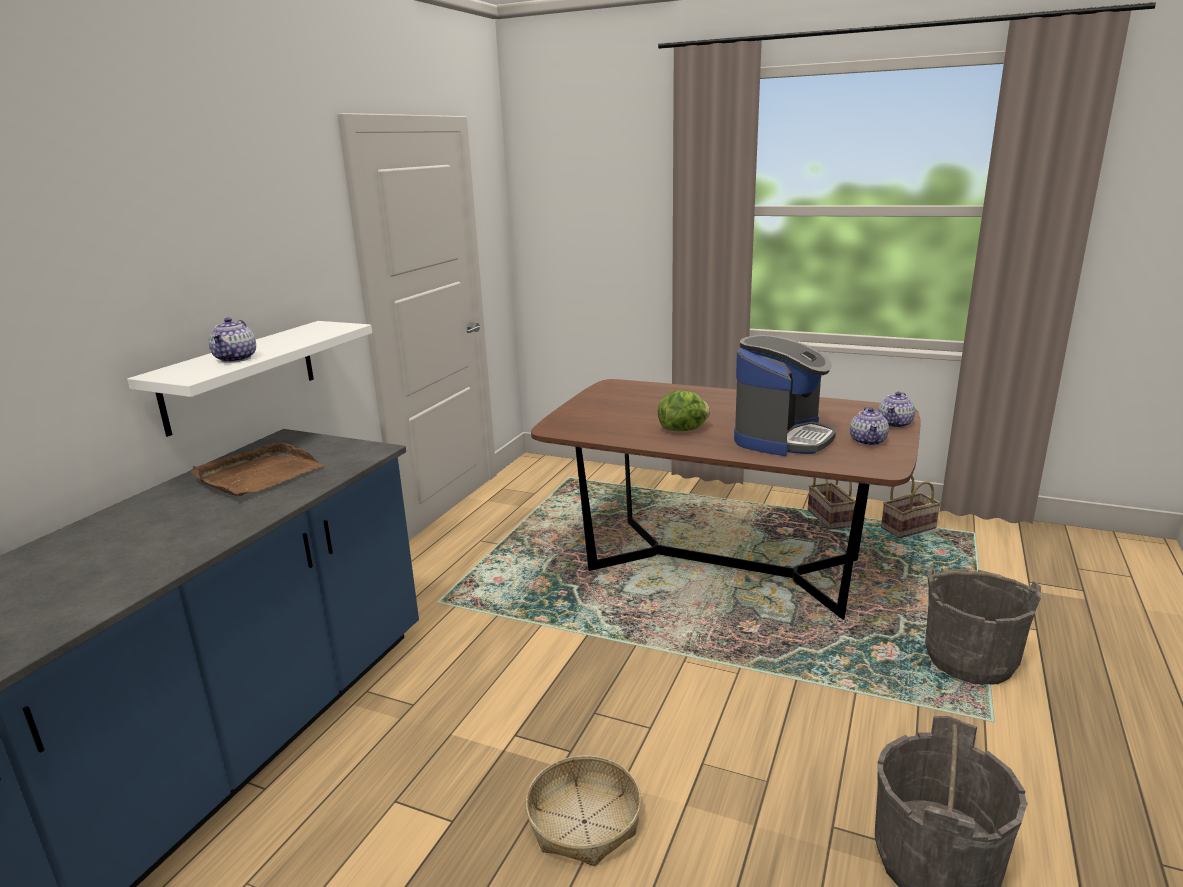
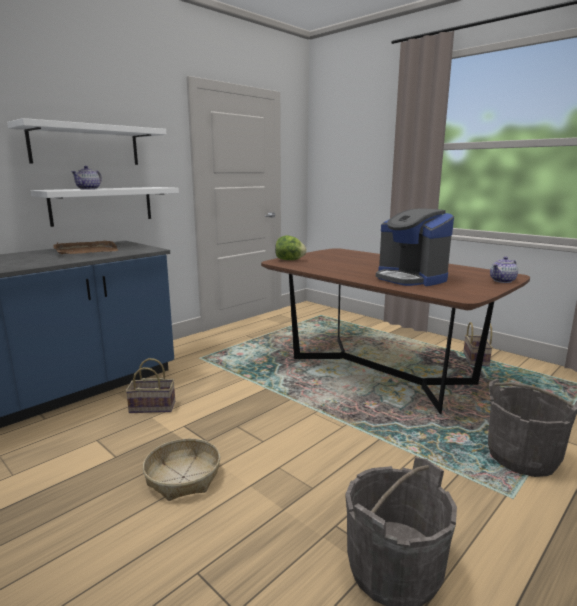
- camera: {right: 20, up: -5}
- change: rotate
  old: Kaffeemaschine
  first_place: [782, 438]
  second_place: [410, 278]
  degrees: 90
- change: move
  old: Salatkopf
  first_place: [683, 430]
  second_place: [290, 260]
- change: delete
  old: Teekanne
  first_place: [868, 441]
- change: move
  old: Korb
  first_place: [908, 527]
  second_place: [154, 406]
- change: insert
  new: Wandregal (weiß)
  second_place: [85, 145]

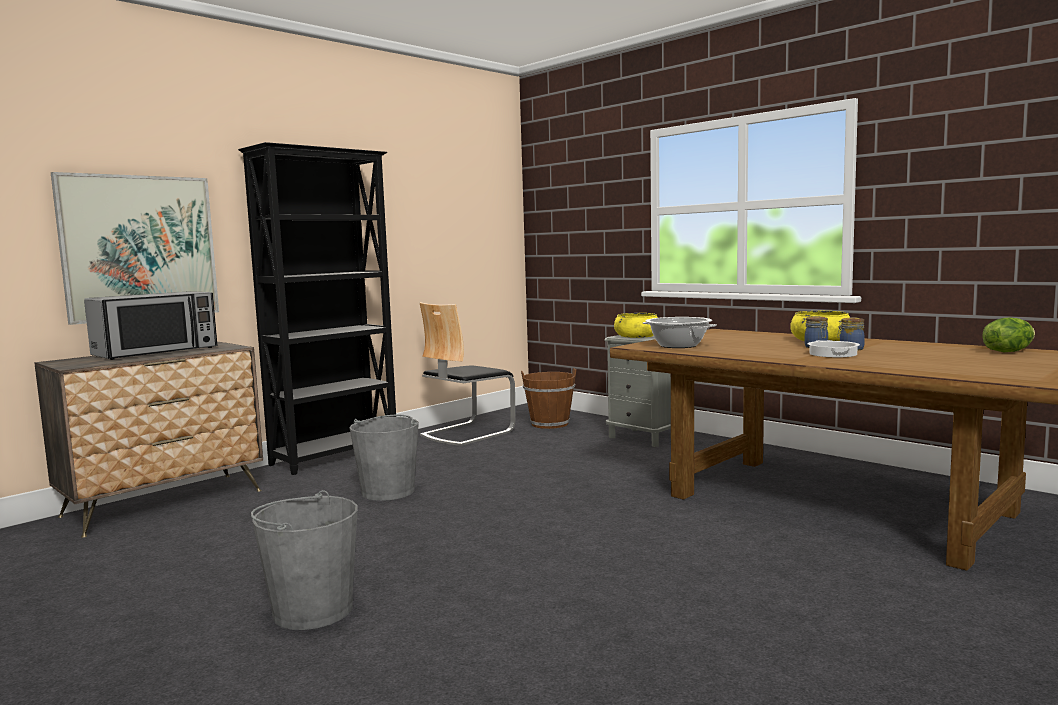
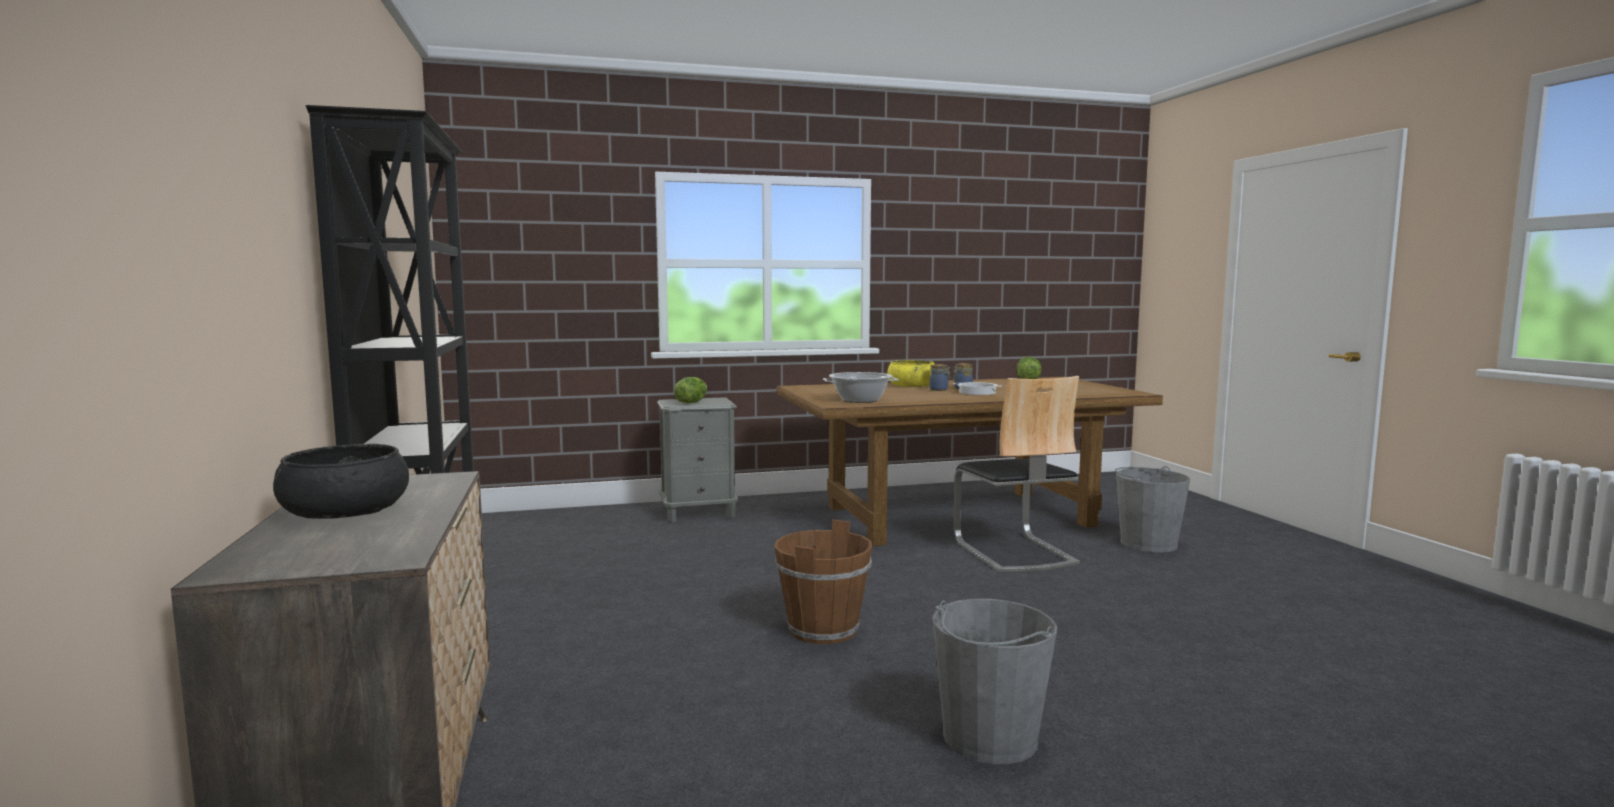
- camera: {right: -60, up: 0}
- change: delete
  old: Bild
  first_place: [140, 247]
- change: replace
  old: Mikrowelle
  new: Schüssel (schwarz)
  first_place: [157, 351]
  second_place: [346, 510]
- change: move
  old: Stuhl
  first_place: [466, 433]
  second_place: [1013, 552]
- change: replace
  old: Schüssel (gelb)
  new: Salatkopf
  first_place: [637, 336]
  second_place: [691, 402]
- change: move
  old: Eimer (braun)
  first_place: [550, 424]
  second_place: [822, 629]
- change: move
  old: Eimer (grau)
  first_place: [388, 491]
  second_place: [1148, 543]

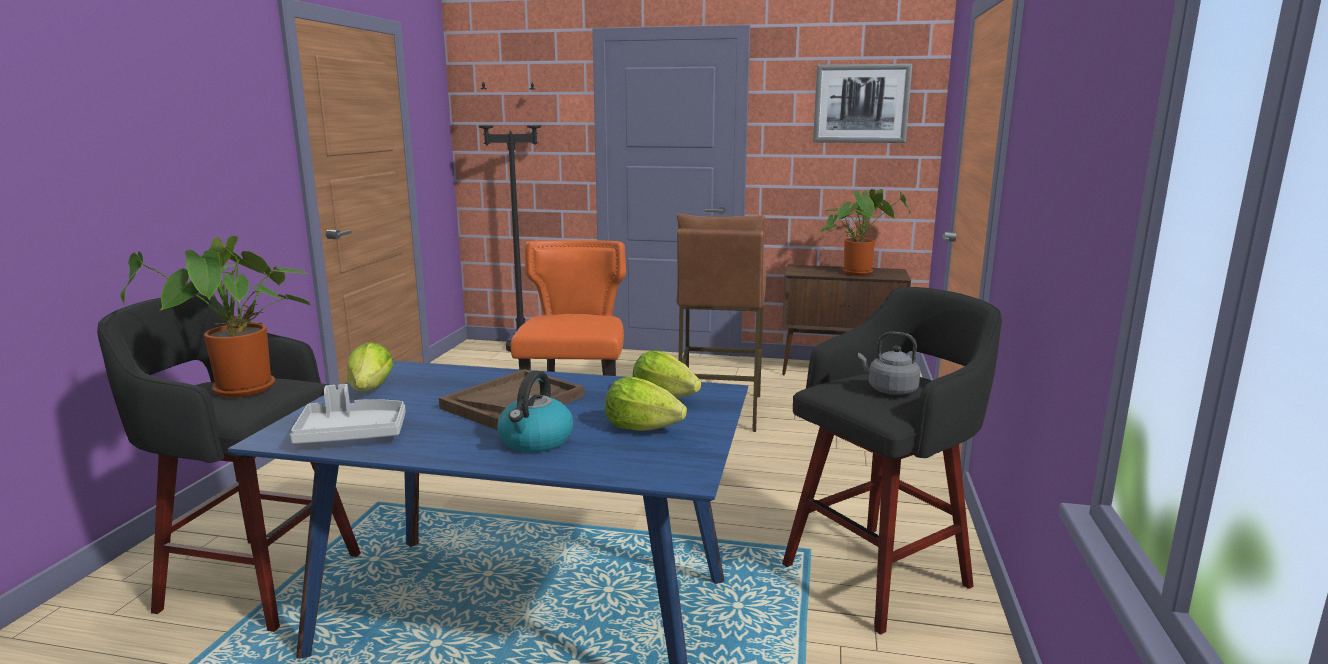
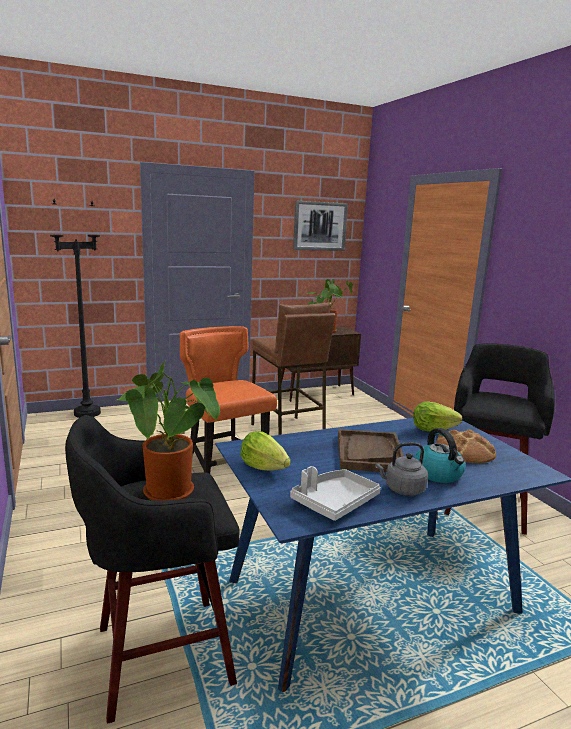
- camera: {right: -35, up: 0}
- change: move
  old: Wasserkessel (grau)
  first_place: [889, 390]
  second_place: [402, 489]
- change: replace
  old: Salatkopf
  new: Brot
  first_place: [642, 428]
  second_place: [464, 451]

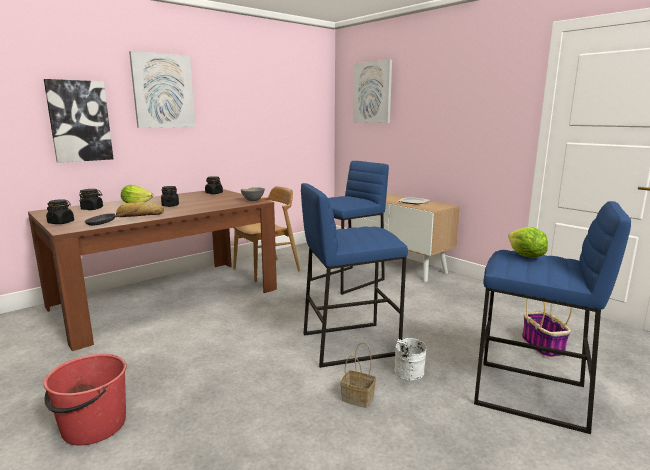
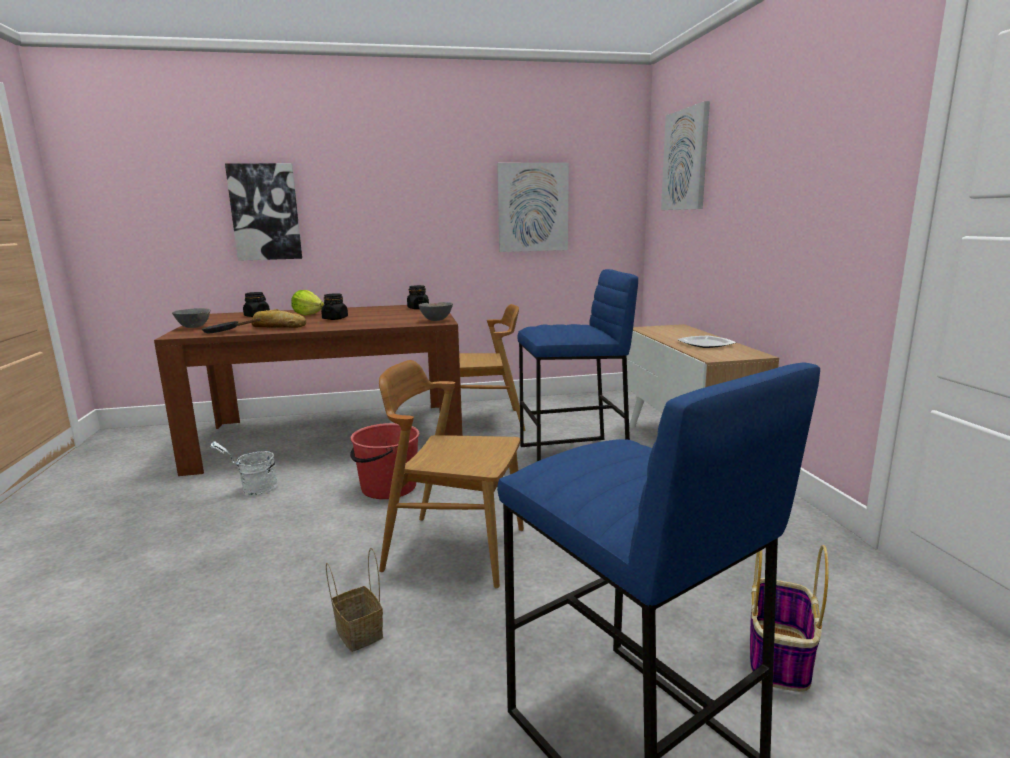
- camera: {right: 30, up: 0}
- change: move
  old: Bild
  first_place: [163, 91]
  second_place: [532, 207]
- change: replace
  old: Hocker (blau)
  new: Stuhl (braun)
  first_place: [350, 343]
  second_place: [455, 549]
- change: replace
  old: Vorratsglas (schwarz)
  new: Schüssel (grau)
  first_place: [61, 222]
  second_place: [194, 327]
- change: delete
  old: Salatkopf
  first_place: [525, 256]
- change: move
  old: Eimer (weiß)
  first_place: [407, 375]
  second_place: [253, 490]
- change: move
  old: Eimer (rot)
  first_place: [93, 426]
  second_place: [388, 488]

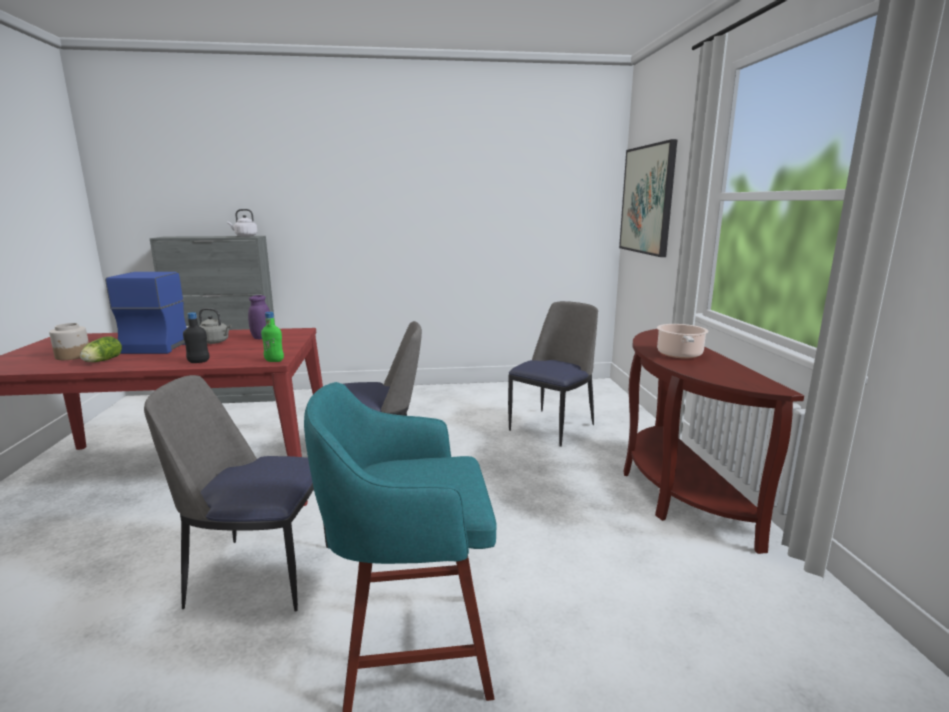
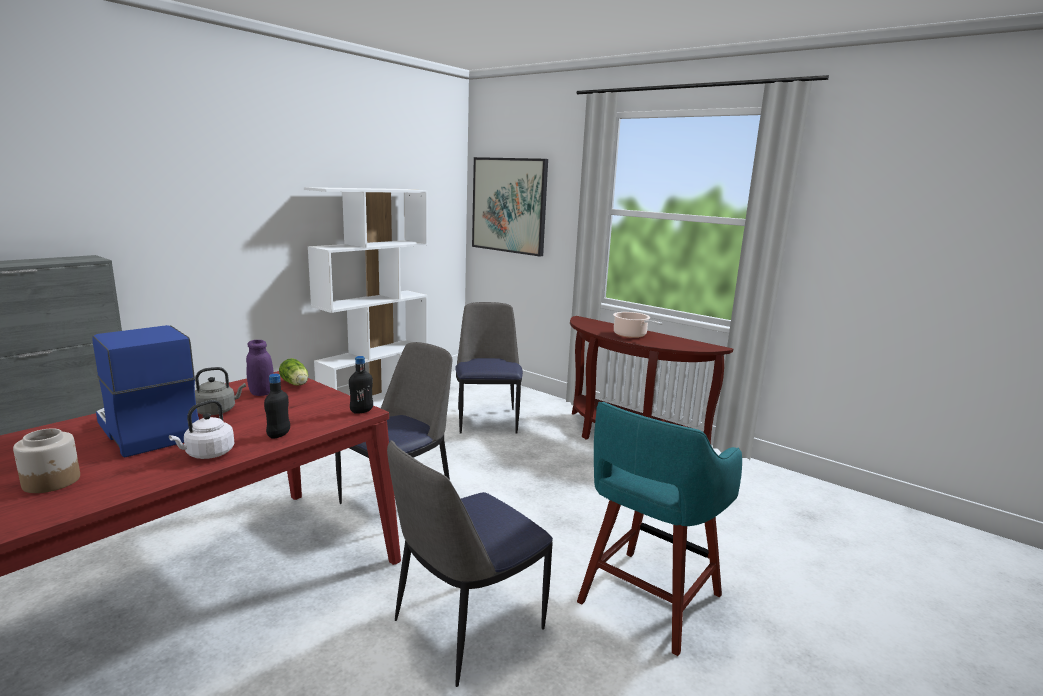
- camera: {right: -45, up: 0}
- change: move
  old: Wasserkessel (weiß)
  first_place: [245, 236]
  second_place: [207, 454]
- change: recolor
  old: Flasche (grün)
  new: Flasche (schwarz)
  first_place: [274, 361]
  second_place: [361, 411]
- change: move
  old: Salatkopf
  first_place: [101, 361]
  second_place: [296, 384]
- change: insert
  new: Bücherregal (weiß)
  second_place: [375, 402]

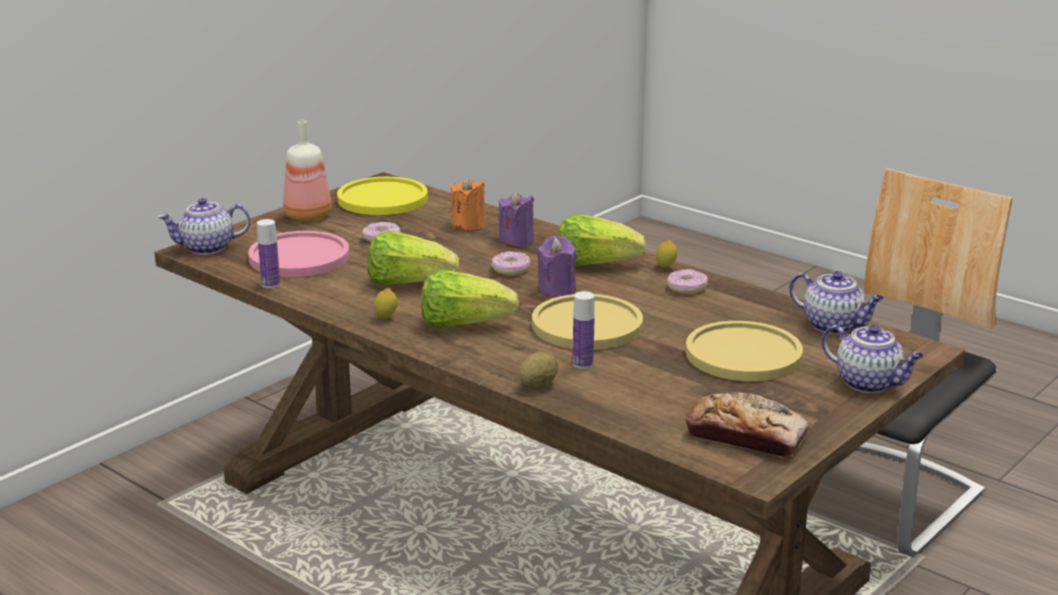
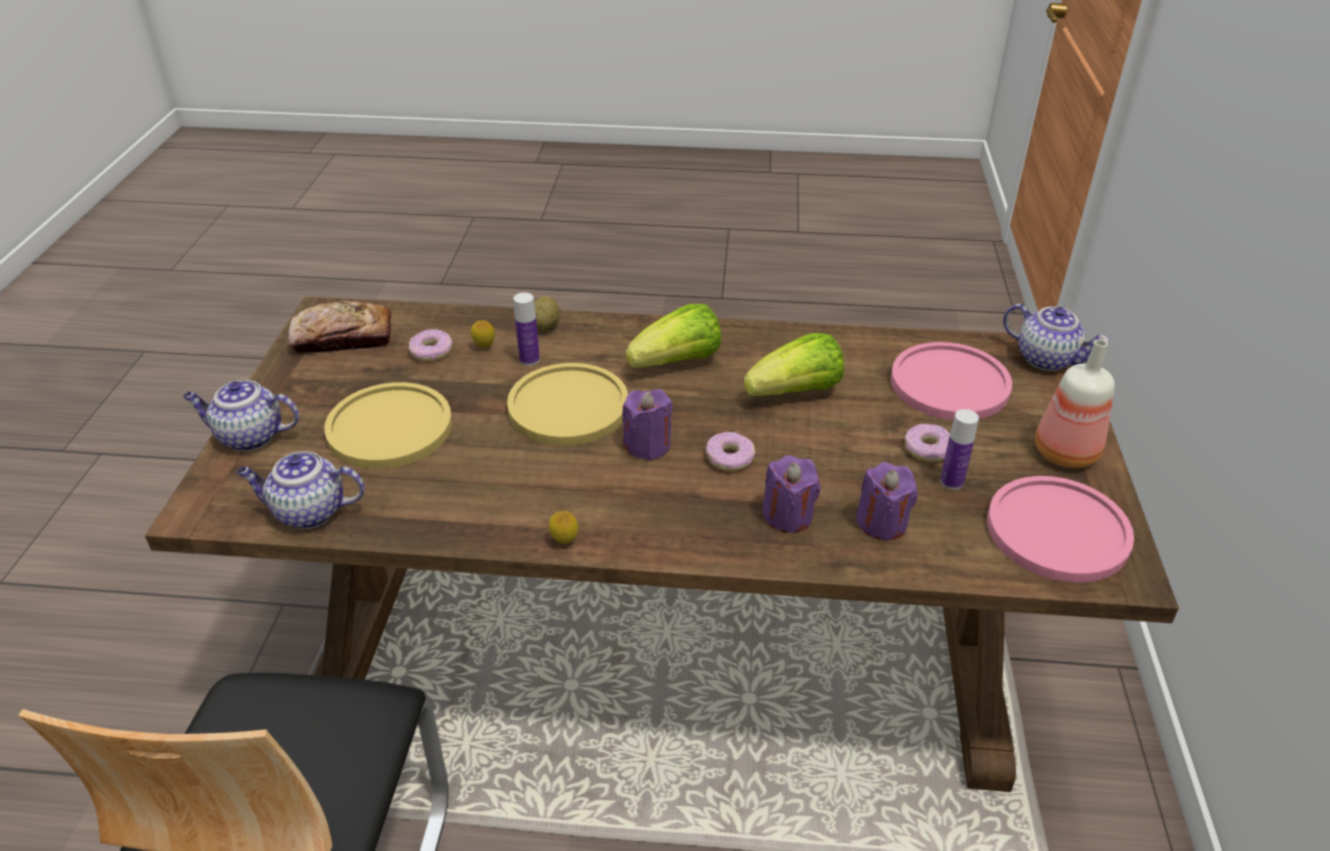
- camera: {right: 145, up: 15}
- change: recolor
  old: Teller (gelb)
  new: Teller (rosa)
  first_place: [382, 199]
  second_place: [1057, 531]
- change: recolor
  old: Kerze (orange)
  new: Kerze (lila)
  first_place: [468, 224]
  second_place: [882, 523]
- change: rotate
  old: Teekanne
  first_place: [207, 248]
  second_place: [1047, 359]
  degrees: 90
- change: delete
  old: Salatkopf
  first_place: [594, 264]
- change: move
  old: Flasche
  first_place: [270, 284]
  second_place: [951, 481]
- change: move
  old: Donut
  first_place: [686, 288]
  second_place: [432, 351]
- change: move
  old: Zitrone
  first_place: [386, 318]
  second_place: [484, 347]

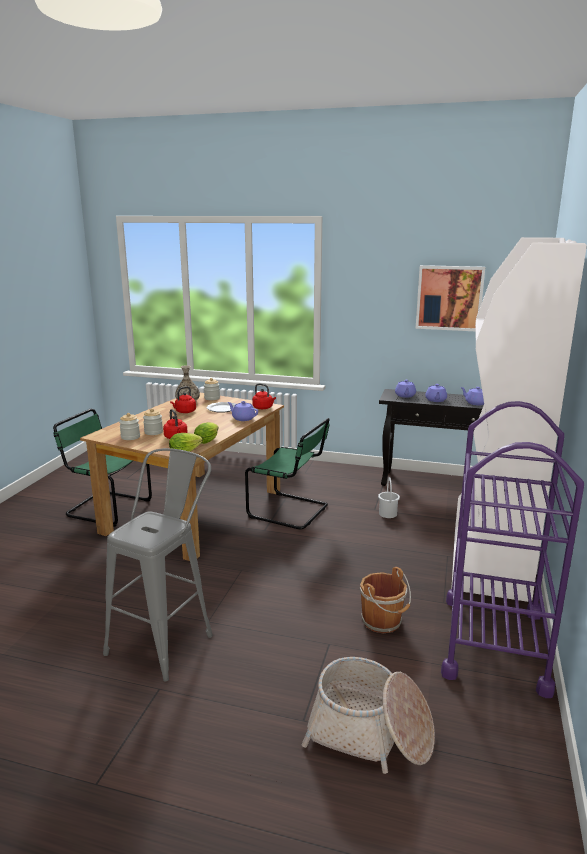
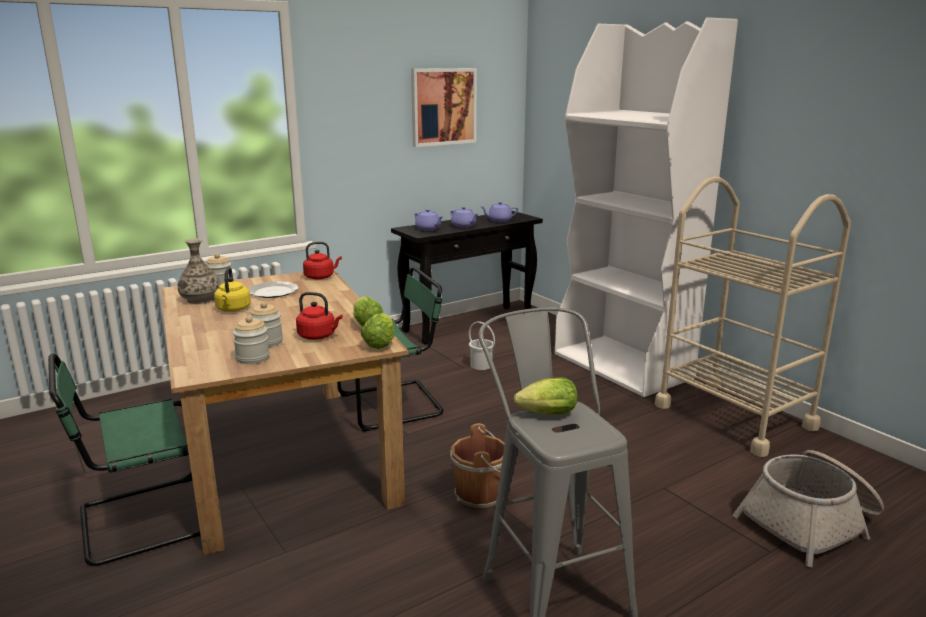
- camera: {right: -50, up: 0}
- change: recolor
  old: Wasserkessel (rot)
  new: Wasserkessel (gelb)
  first_place: [184, 412]
  second_place: [233, 310]
- change: delete
  old: Teekanne (lila)
  first_place: [243, 418]
- change: recolor
  old: Rollwagen (lila)
  new: Rollwagen (beige)
  first_place: [494, 643]
  second_place: [734, 416]
- change: move
  old: Eimer (braun)
  first_place: [383, 622]
  second_place: [482, 495]
- change: insert
  new: Salatkopf
  second_place: [544, 414]

